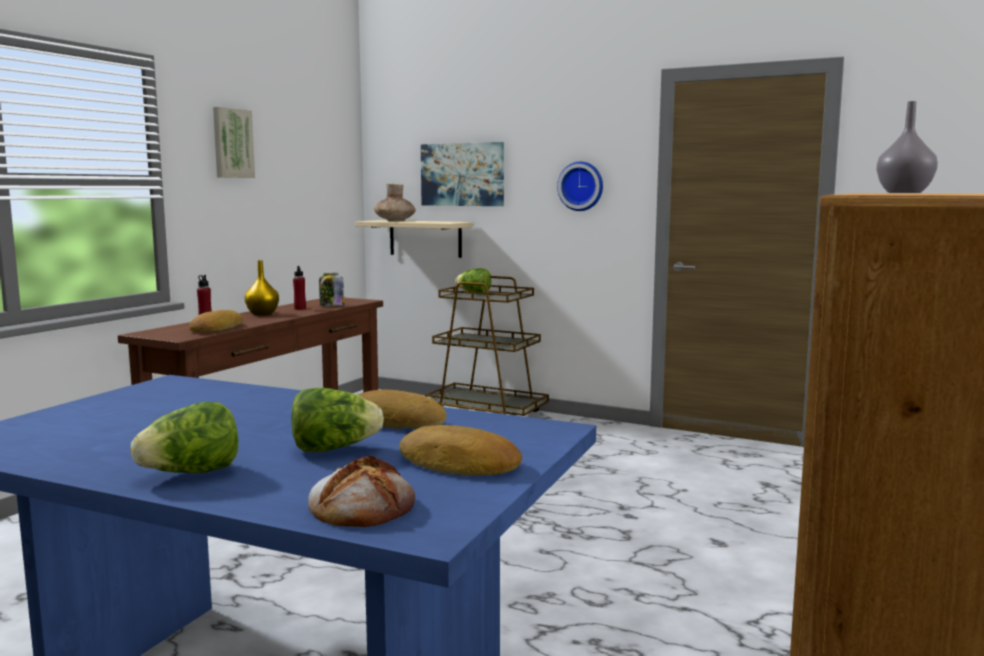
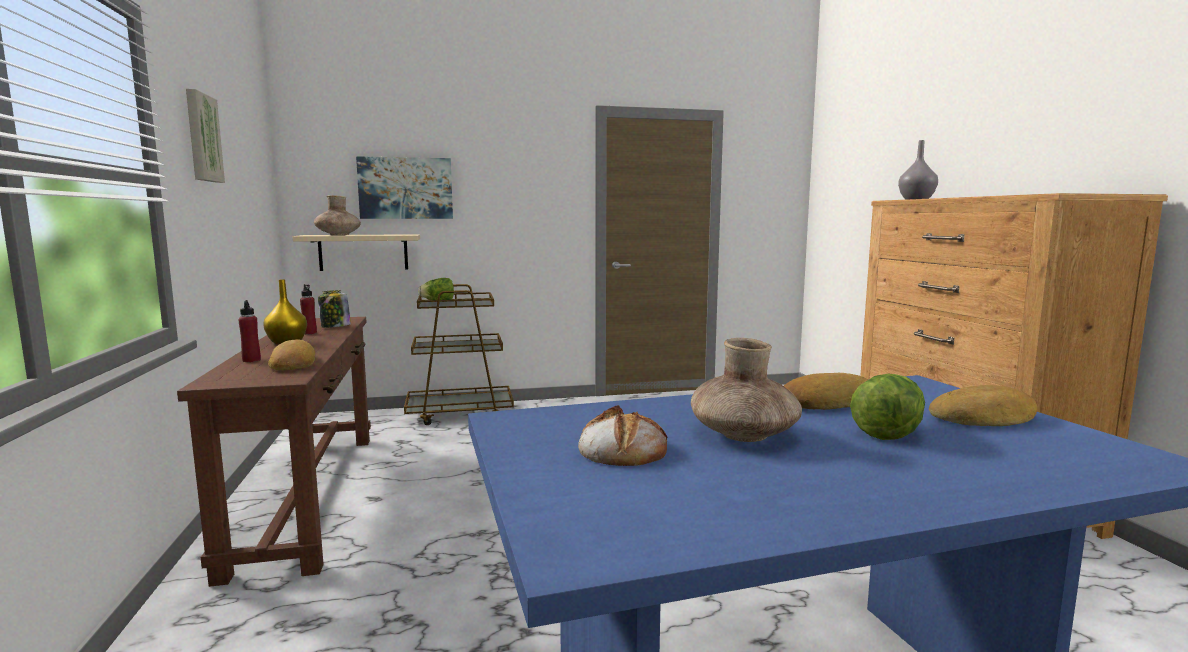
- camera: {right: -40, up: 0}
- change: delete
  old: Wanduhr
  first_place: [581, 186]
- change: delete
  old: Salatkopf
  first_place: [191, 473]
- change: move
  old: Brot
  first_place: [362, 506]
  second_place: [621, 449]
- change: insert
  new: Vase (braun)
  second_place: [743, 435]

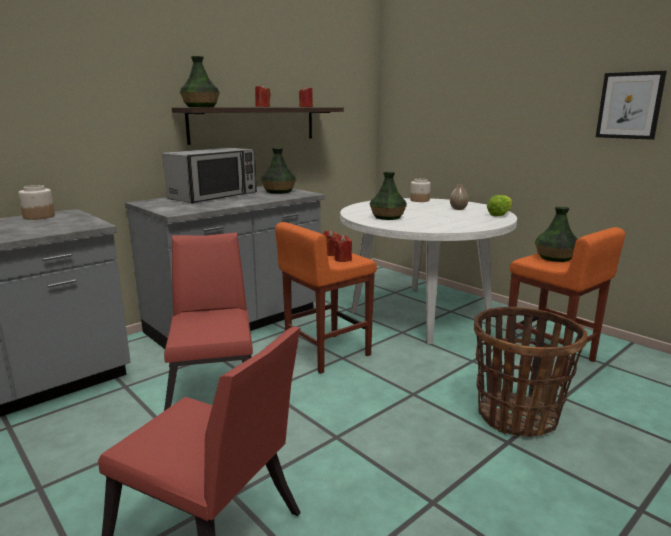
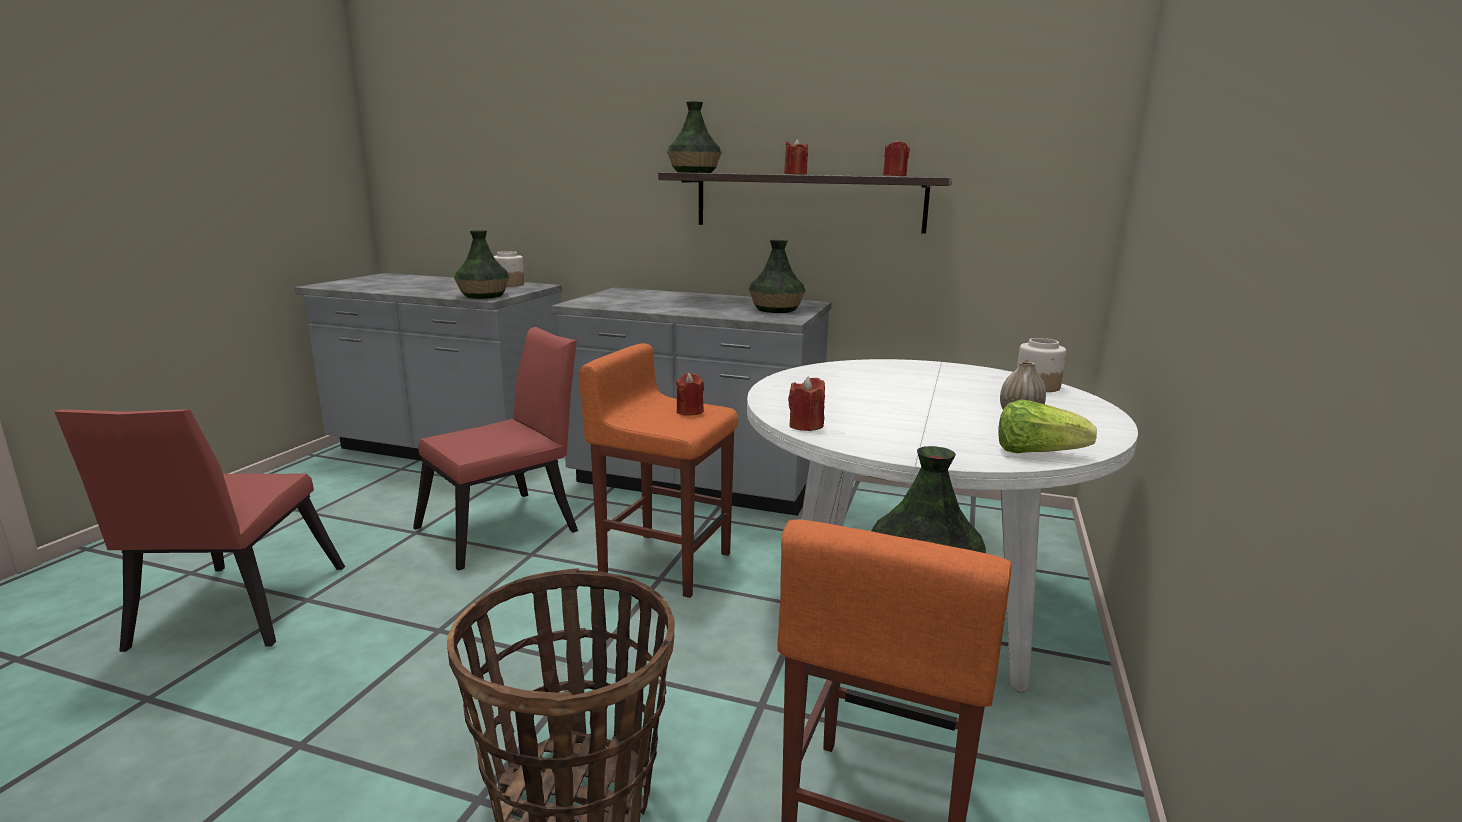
- camera: {right: 60, up: 0}
- change: delete
  old: Bild
  first_place: [629, 105]
- change: delete
  old: Mikrowelle
  first_place: [214, 196]
- change: move
  old: Vase
  first_place: [387, 217]
  second_place: [483, 296]
- change: move
  old: Kerze (rot)
  first_place: [343, 259]
  second_place: [806, 426]

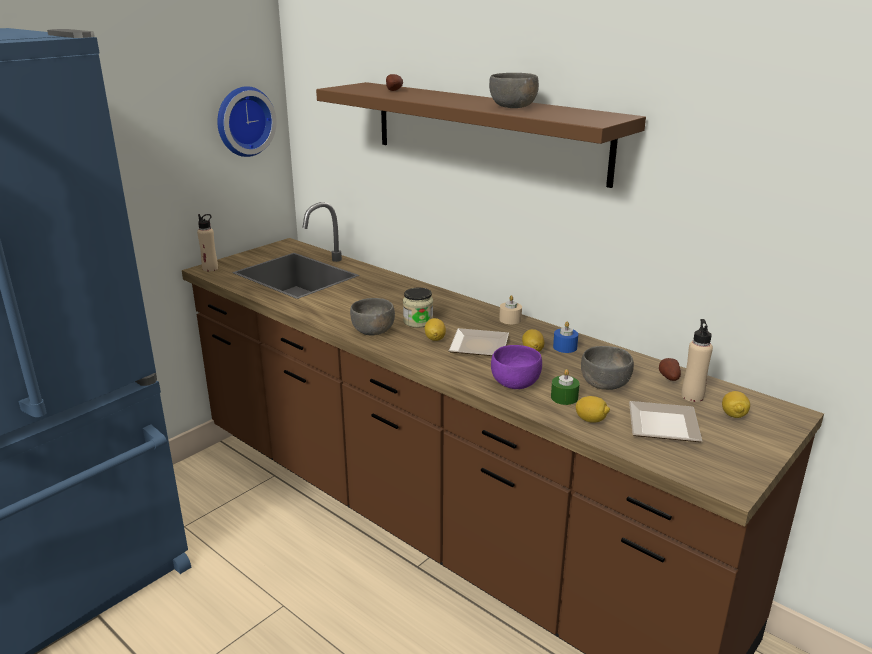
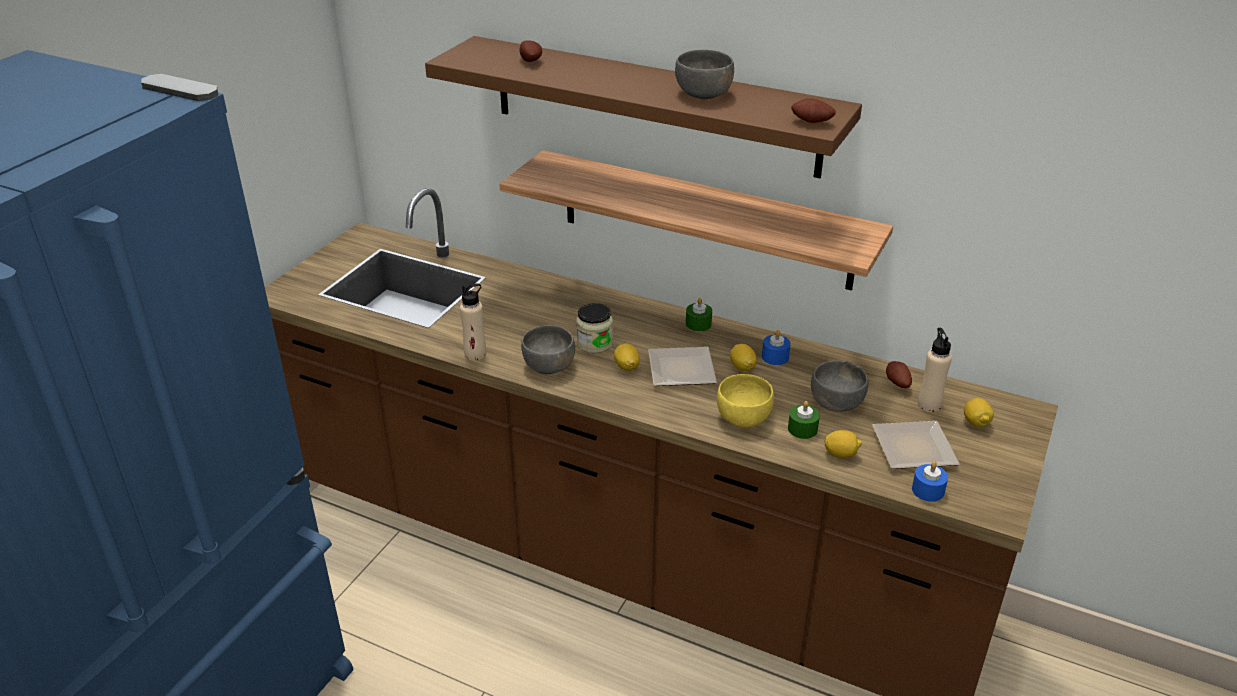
- camera: {right: -15, up: 10}
- change: delete
  old: Wanduhr
  first_place: [243, 121]
- change: move
  old: Flasche (beige)
  first_place: [210, 268]
  second_place: [475, 354]
- change: recolor
  old: Kerze (beige)
  new: Kerze (grün)
  first_place: [510, 319]
  second_place: [698, 324]
- change: recolor
  old: Schüssel (lila)
  new: Schüssel (gelb)
  first_place: [515, 383]
  second_place: [743, 418]
- change: insert
  new: Kartoffel
  second_place: [811, 123]
- change: insert
  new: Wandregal
  second_place: [705, 220]
- change: insert
  new: Kerze (blau)
  second_place: [928, 490]

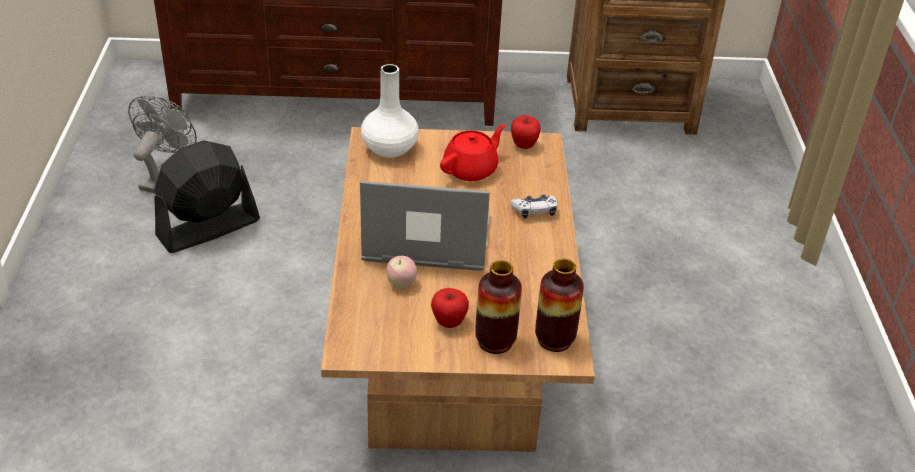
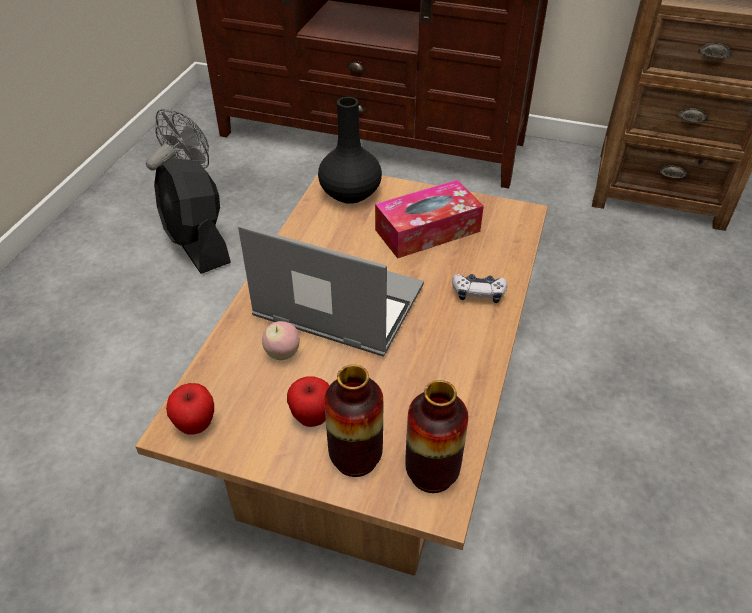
- camera: {right: 20, up: 5}
- change: recolor
  old: Vase (weiß)
  new: Vase (schwarz)
  first_place: [390, 149]
  second_place: [350, 194]
- change: move
  old: Apfel
  first_place: [524, 145]
  second_place: [196, 425]
- change: replace
  old: Teekanne (rot)
  new: Taschentuchbox
  first_place: [471, 169]
  second_place: [427, 230]
- change: rotate
  old: Ventilator (schwarz)
  first_place: [208, 228]
  second_place: [198, 244]
  degrees: -105

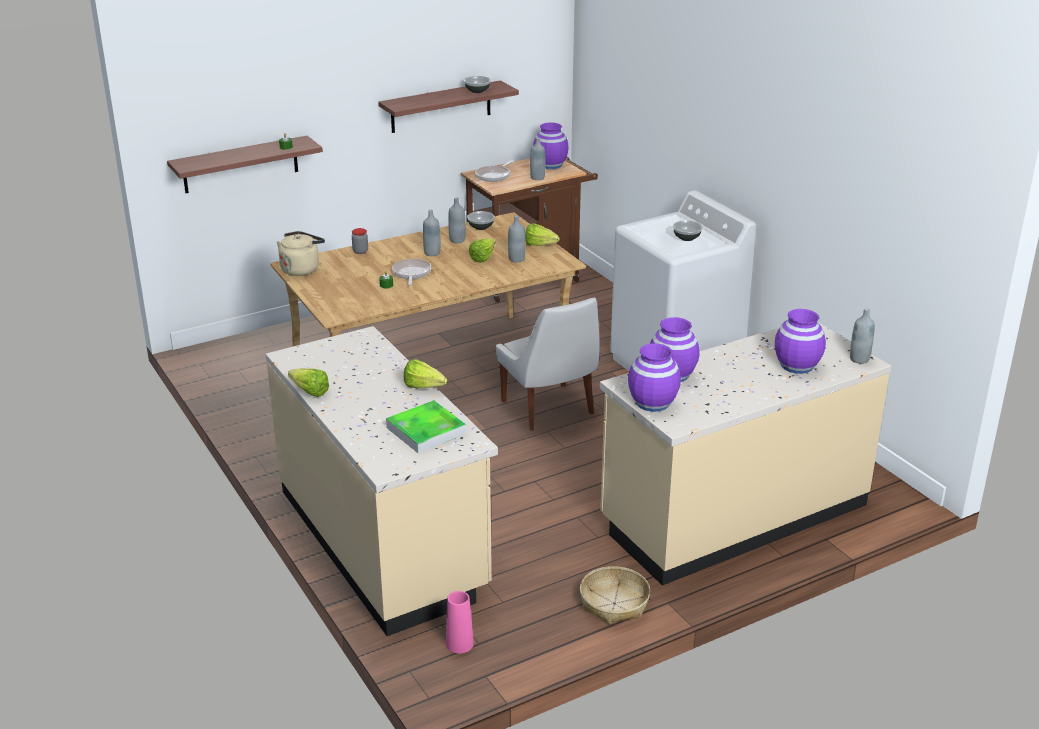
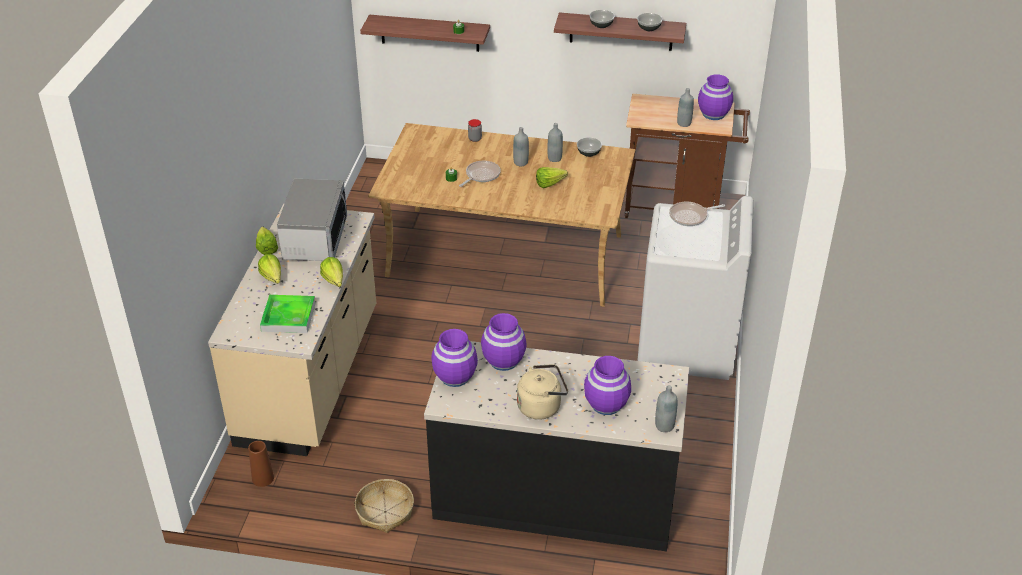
- camera: {right: 40, up: 10}
- change: move
  old: Pfanne
  first_place: [494, 176]
  second_place: [690, 216]
- change: delete
  old: Flasche (grau)
  first_place: [516, 259]
- change: move
  old: Schüssel
  first_place: [686, 238]
  second_place: [601, 25]
- change: move
  old: Salatkopf
  first_place: [542, 246]
  second_place: [272, 280]
- change: move
  old: Wasserkessel (beige)
  first_place: [301, 269]
  second_place: [541, 406]
- change: delete
  old: Stuhl (weiß)
  first_place: [549, 409]
- change: recolor
  old: Küchenzeile (beige)
  new: Küchenzeile (schwarz)
  first_place: [733, 514]
  second_place: [555, 495]
- change: recolor
  old: Vase (rosa)
  new: Vase (braun)
  first_place: [459, 643]
  second_place: [263, 478]
- change: insert
  new: Mikrowelle
  second_place: [315, 239]

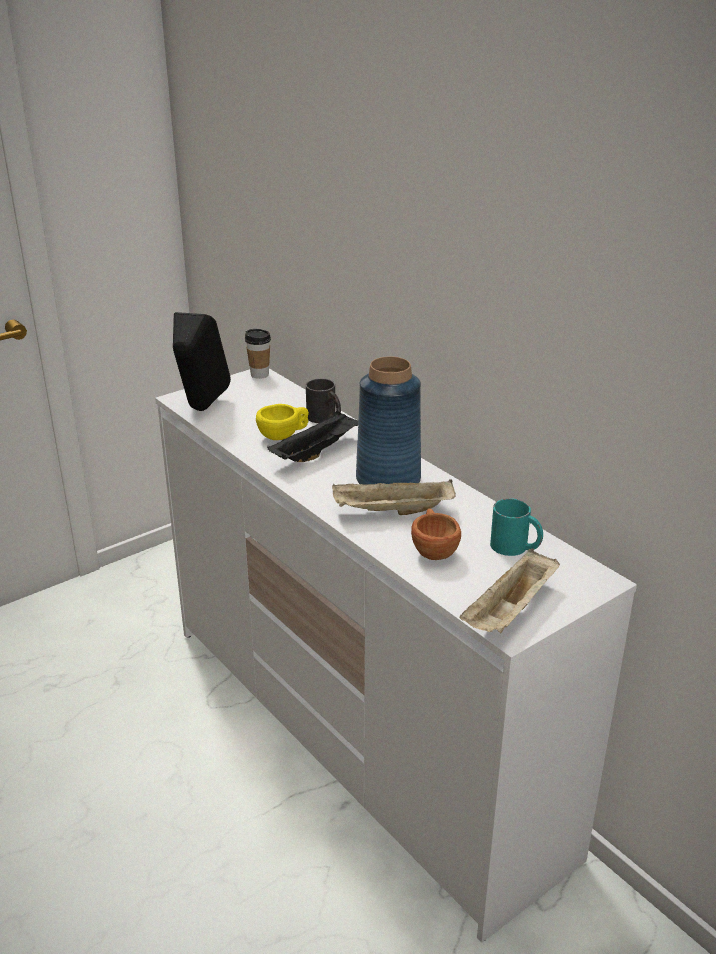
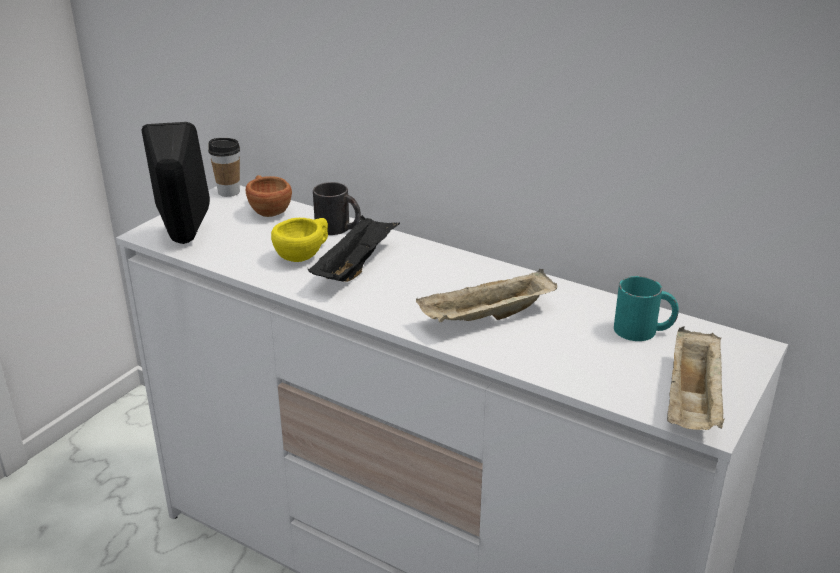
- camera: {right: -20, up: 0}
- change: delete
  old: Vase (blau)
  first_place: [389, 479]
- change: move
  old: Tasse (braun)
  first_place: [433, 549]
  second_place: [268, 210]

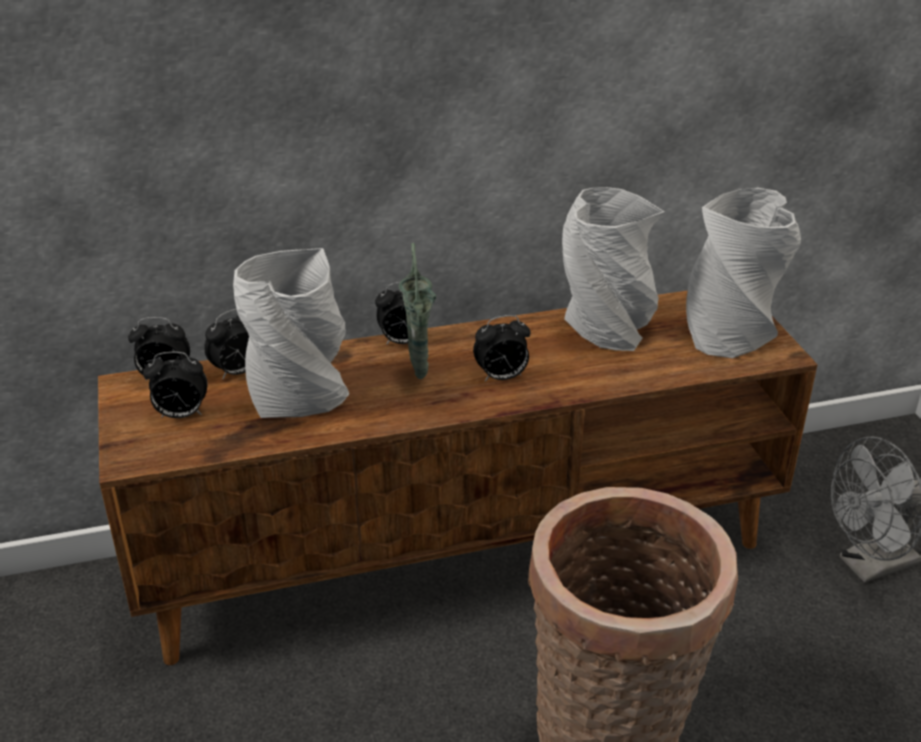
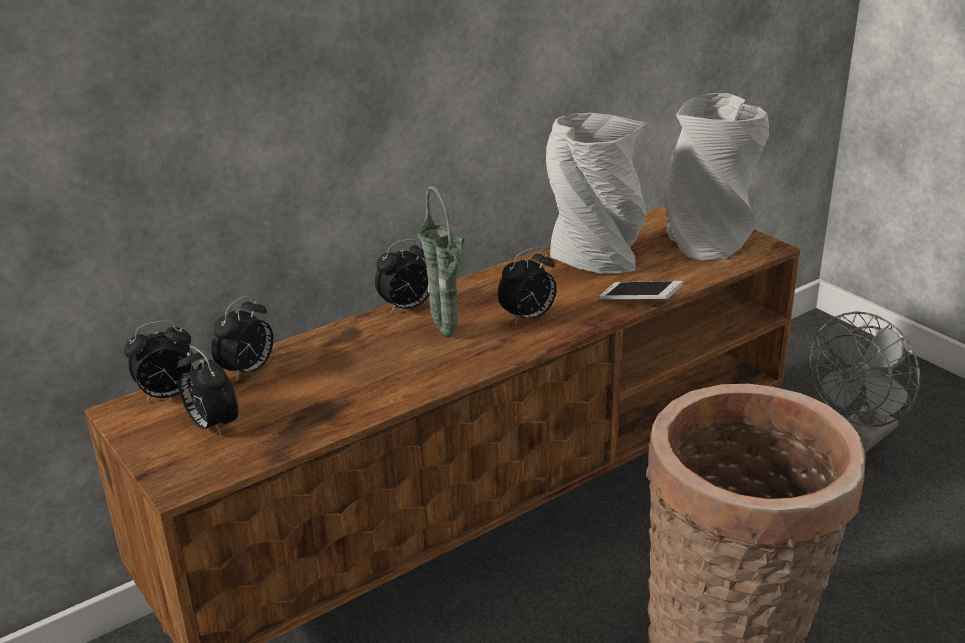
- camera: {right: -20, up: -5}
- change: delete
  old: Vase (grau)
  first_place: [301, 398]
- change: rotate
  old: Wecker
  first_place: [181, 415]
  second_place: [212, 425]
  degrees: 75
- change: insert
  new: Handy
  second_place: [640, 301]

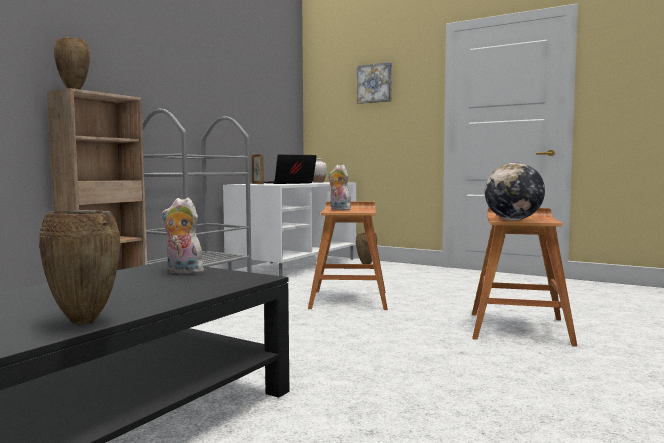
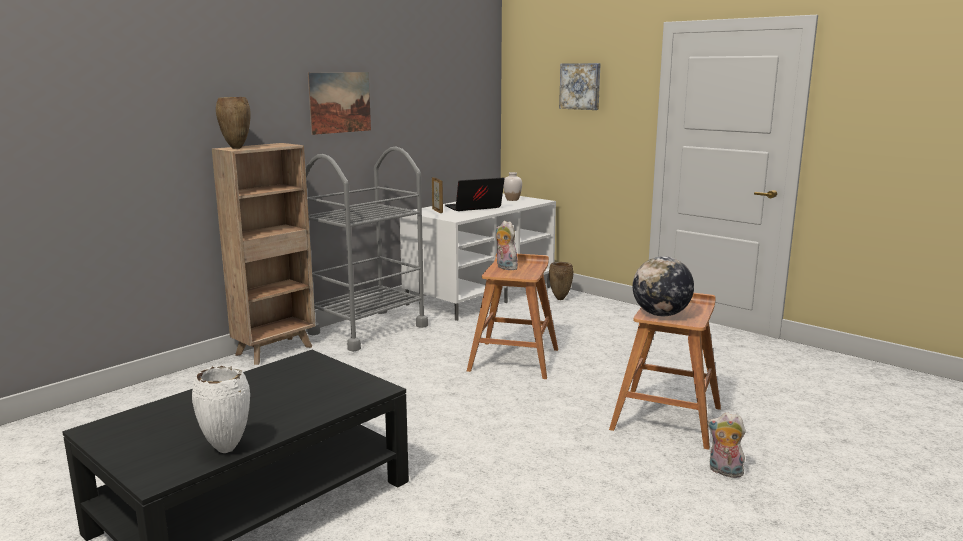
- camera: {right: 10, up: 10}
- change: move
  old: Plüschtier
  first_place: [182, 272]
  second_place: [724, 472]
- change: recolor
  old: Vase (braun)
  new: Vase (weiß)
  first_place: [86, 322]
  second_place: [228, 449]
- change: insert
  new: Bild
  second_place: [340, 102]

